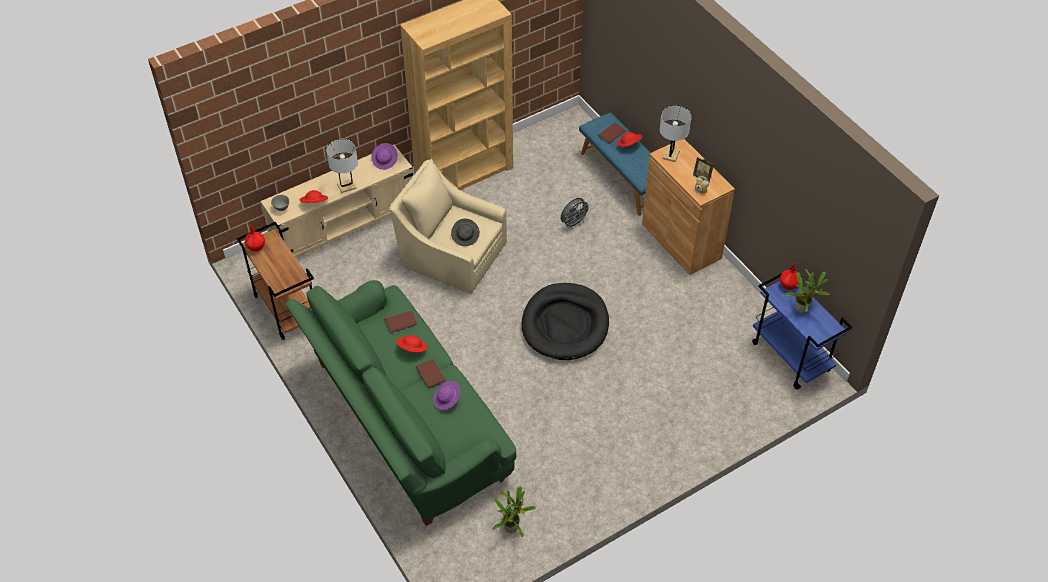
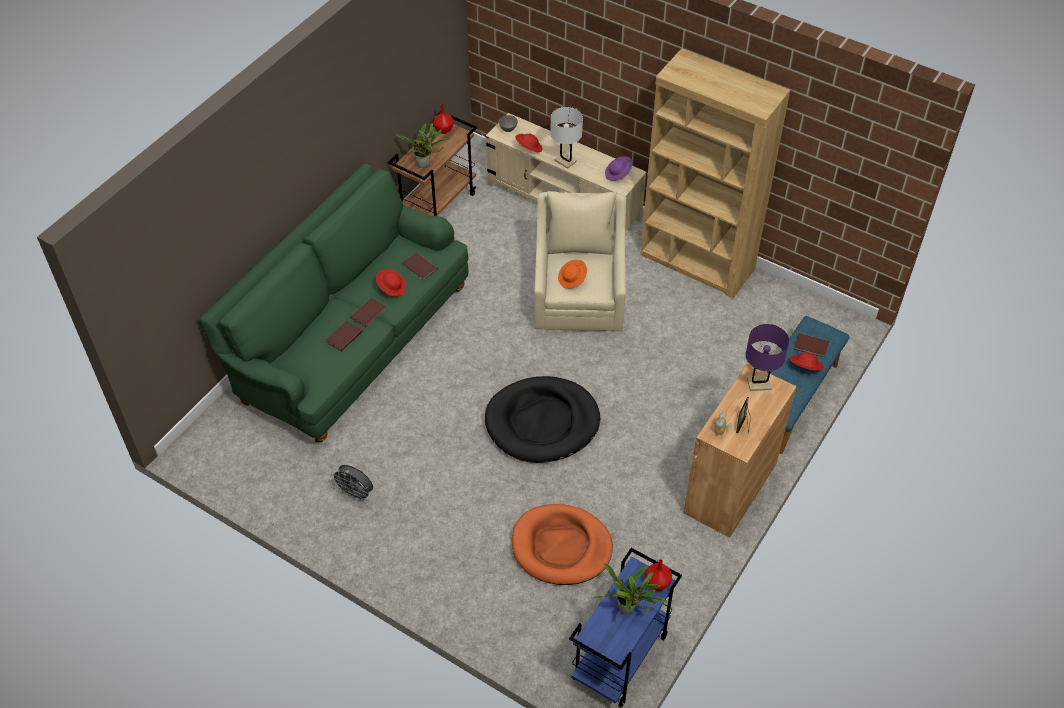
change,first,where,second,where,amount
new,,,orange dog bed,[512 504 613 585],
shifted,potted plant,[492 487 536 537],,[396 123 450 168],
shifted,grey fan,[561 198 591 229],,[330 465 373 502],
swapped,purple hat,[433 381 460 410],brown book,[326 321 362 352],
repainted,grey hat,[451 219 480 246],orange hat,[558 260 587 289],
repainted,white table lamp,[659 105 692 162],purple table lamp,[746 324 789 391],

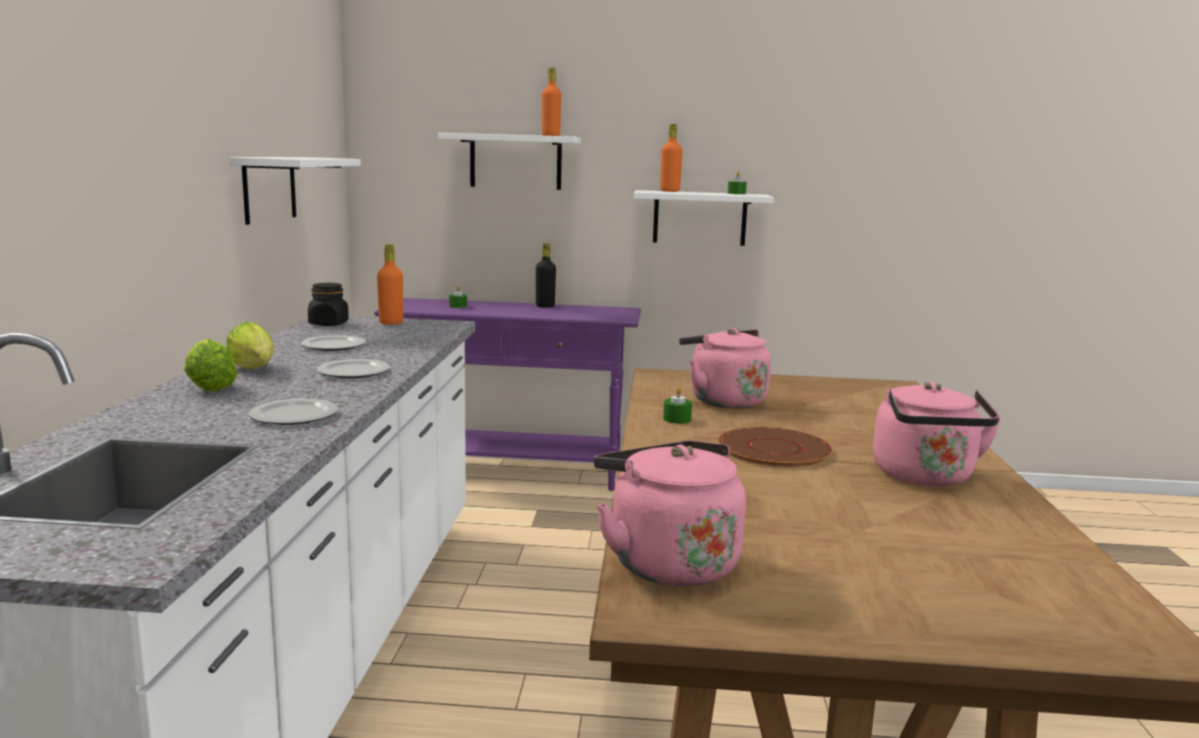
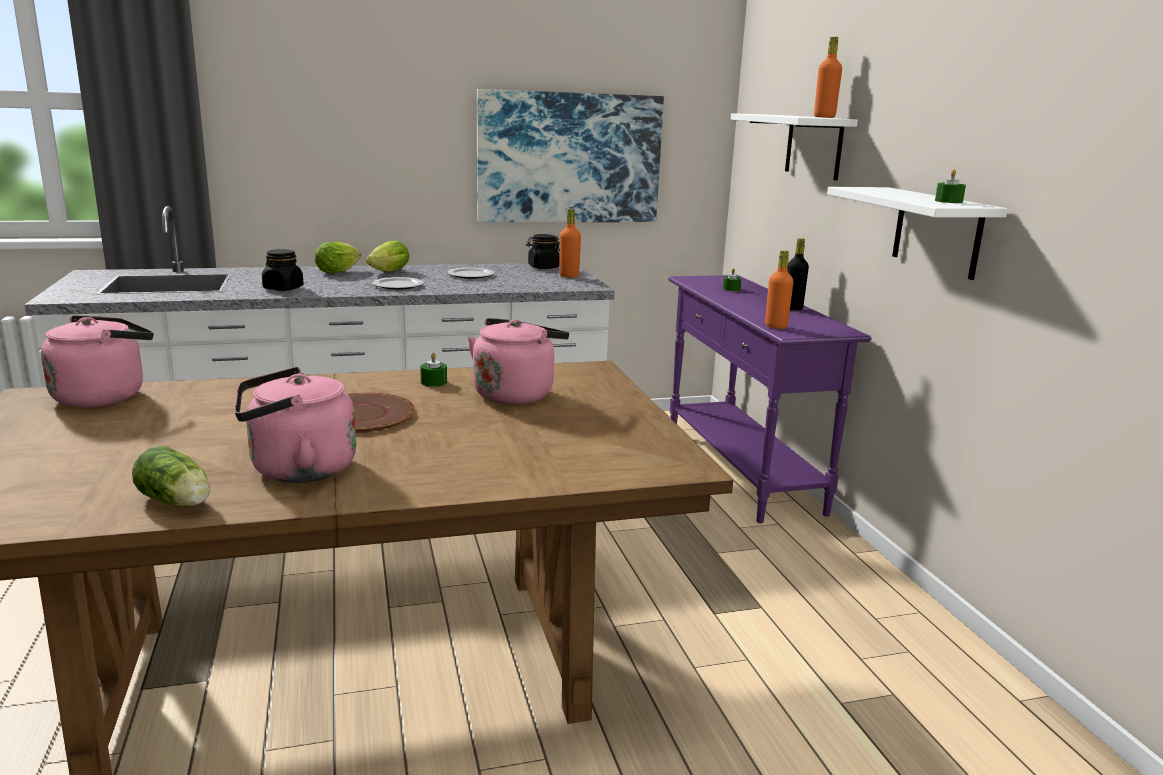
change,first,where,second,where,amount
new,,,lettuce,[132 446 210 507],
shifted,orange bottle,[660 124 683 192],,[765 250 793 329],
swapped,white shelf,[229 157 361 225],picture,[477 89 664 222],
swapped,plate,[249 399 338 425],black jar,[262 249 303 291],

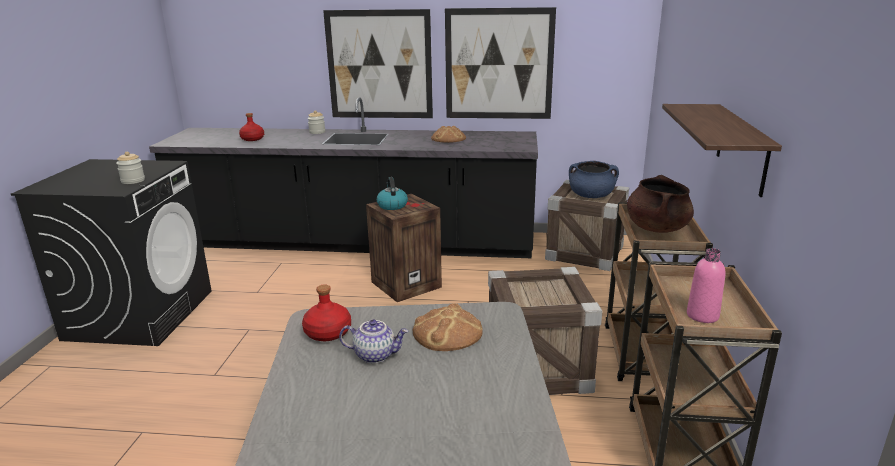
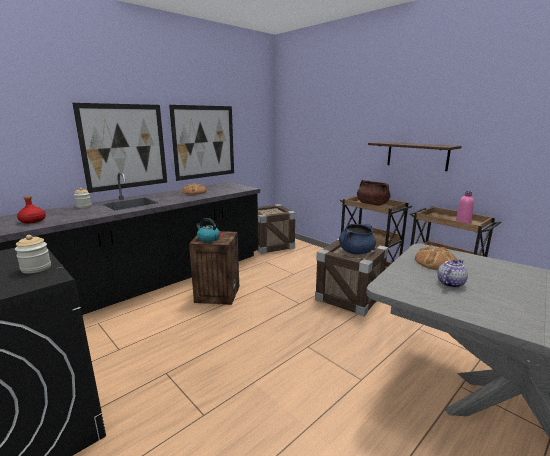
change,first,where,second,where,amount
gone,red bottle,[302 284 351 341],,,
shifted,blue cooking pot,[569 161 619 198],,[339 224 376 255],

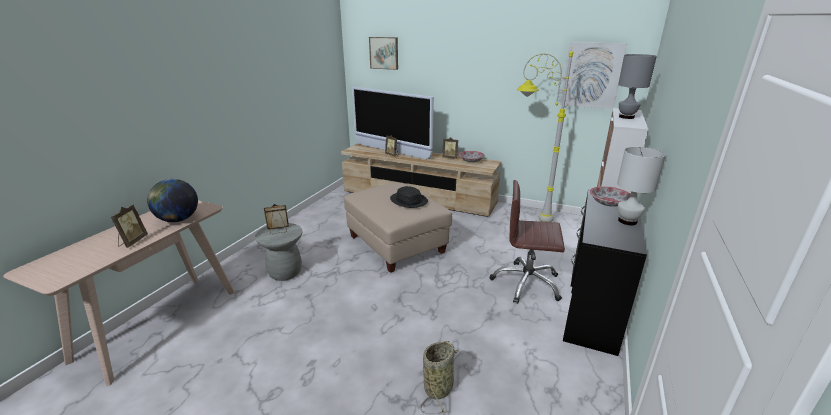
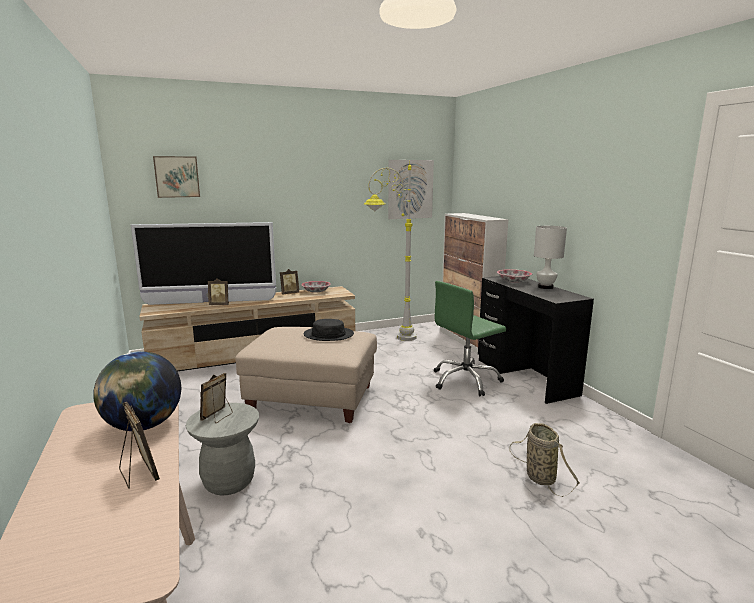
change,first,where,second,where,amount
gone,grey table lamp,[618 54 657 119],,,
repainted,brown office chair,[490 180 565 304],green office chair,[434 281 506 396],

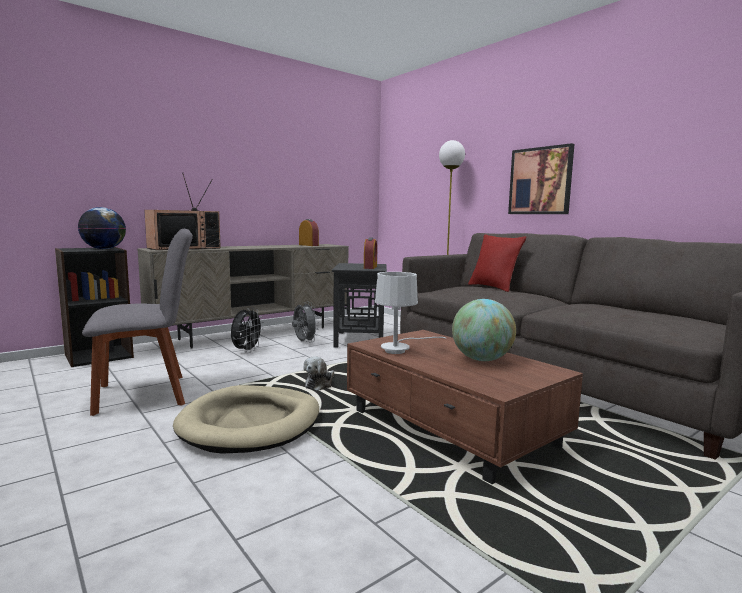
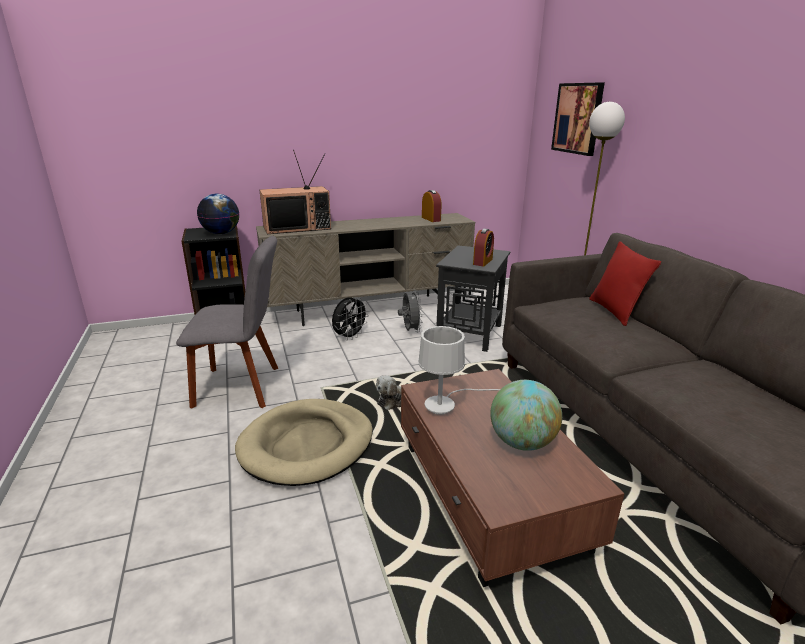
change,first,where,second,where,amount
shifted,picture,[508 143 574 214],,[551 82 605 156],

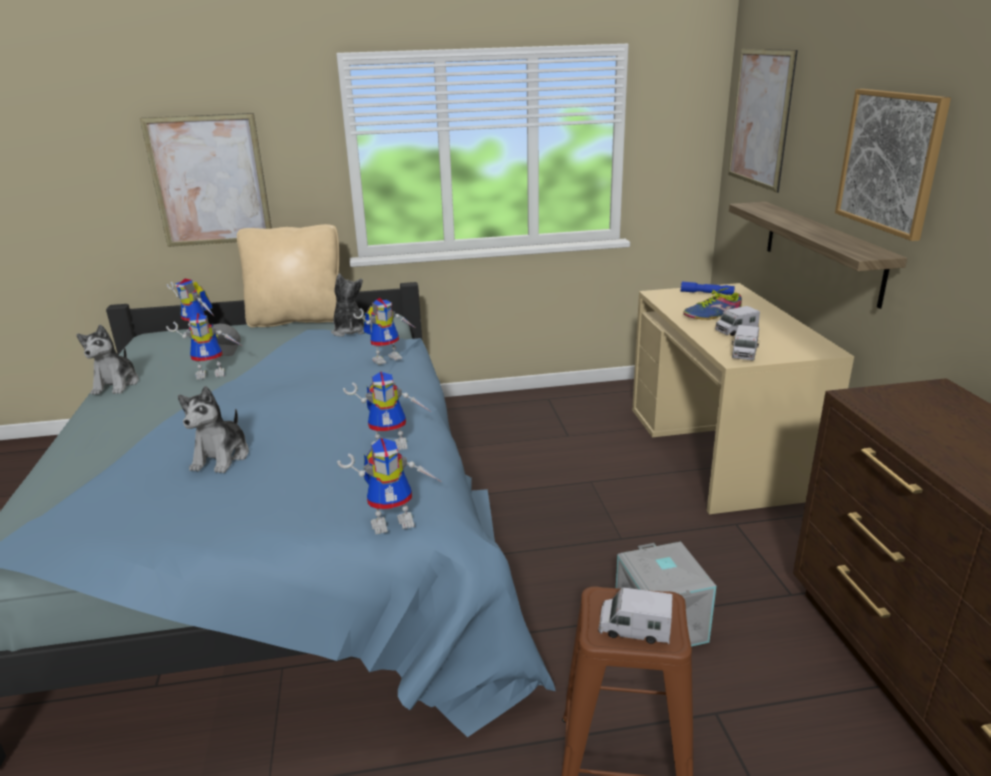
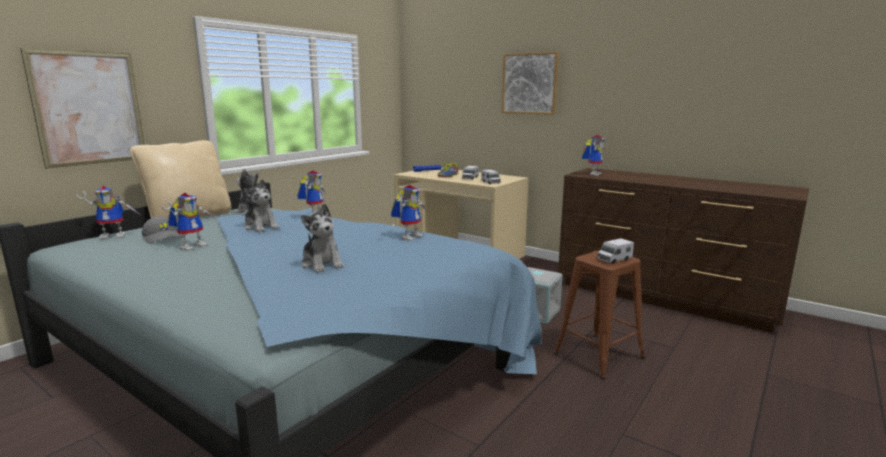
change,first,where,second,where,amount
gone,picture,[728 49 798 193],,,
gone,shelf,[729 202 907 309],,,
shifted,plush toy,[76 324 139 395],,[244 179 280 232],
shifted,toy robot,[337 438 440 534],,[582 135 605 176],

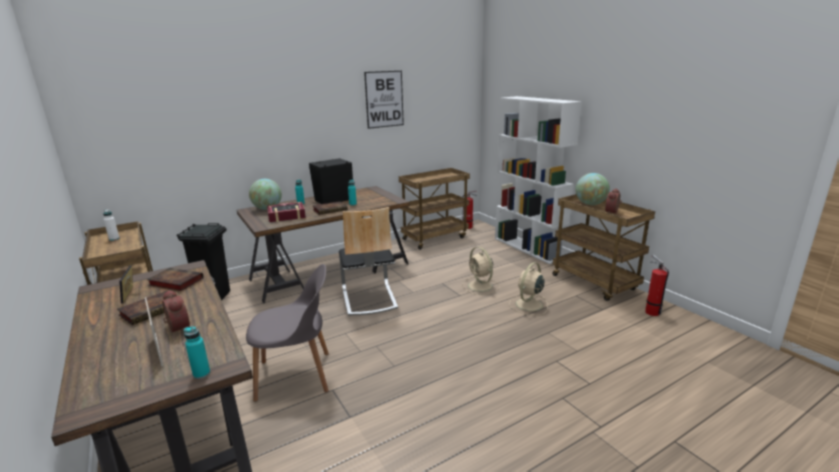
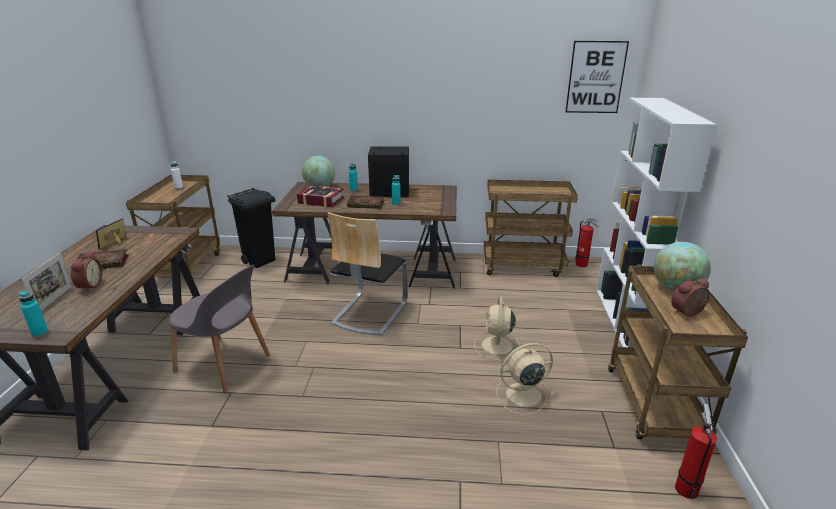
change,first,where,second,where,amount
gone,book,[147 268 204 291],,,
shifted,picture,[364 71 404 129],,[565 41 629 113],

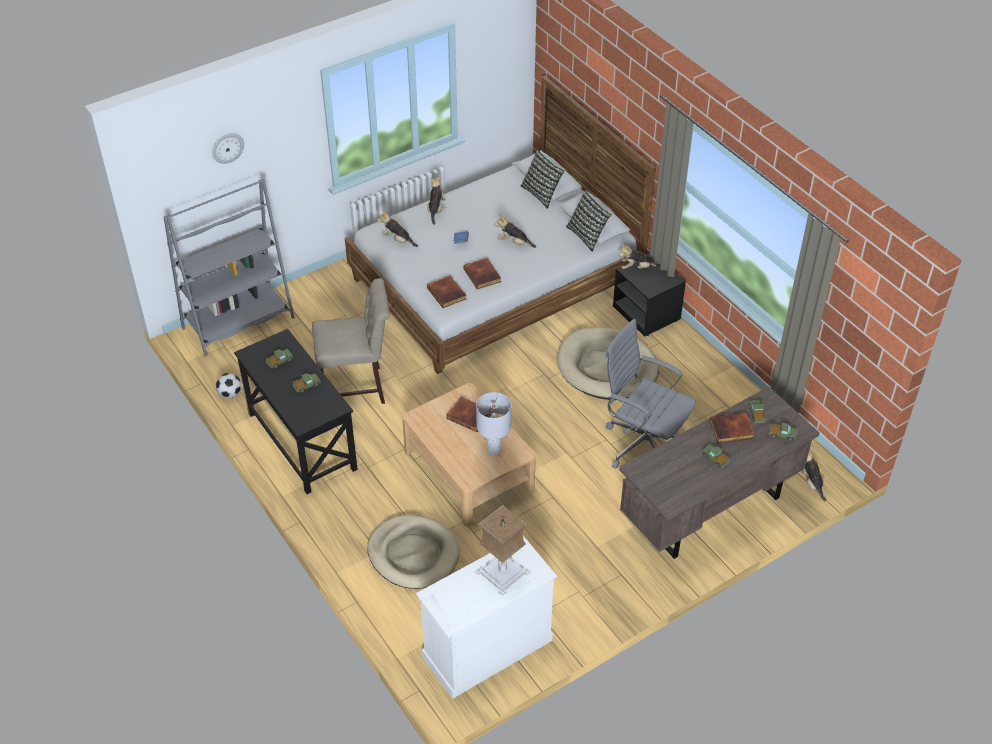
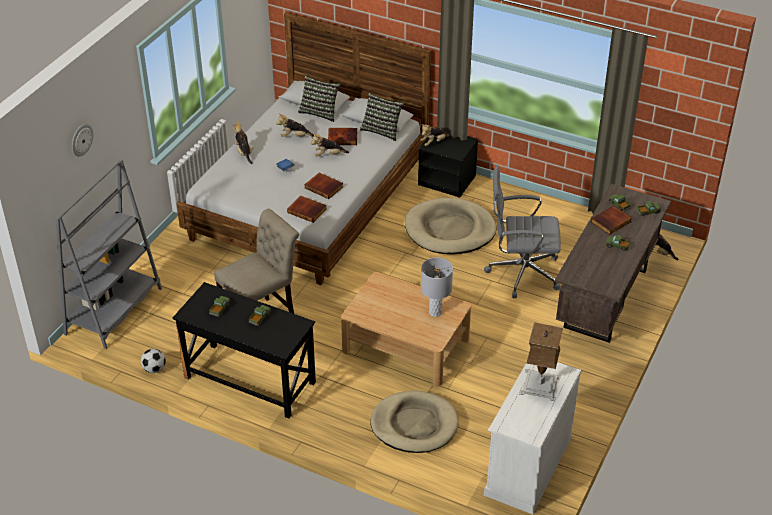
change,first,where,second,where,amount
shifted,plush toy,[377 210 418 247],,[276 113 314 137],
shifted,book,[446 397 492 432],,[328 128 357 145],

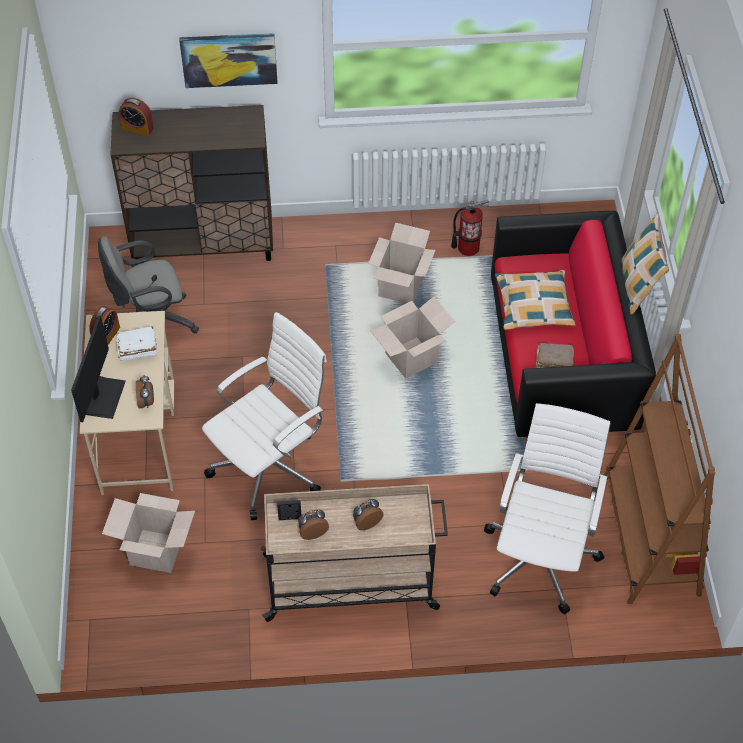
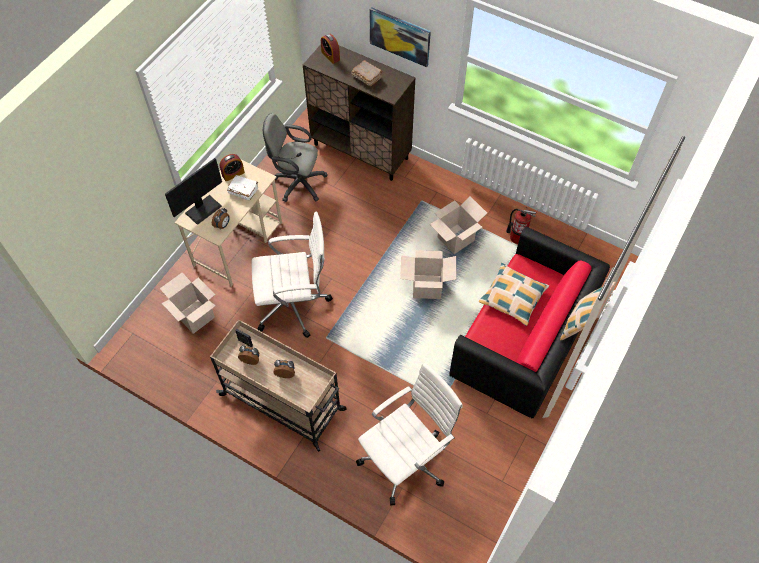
change,first,where,second,where,amount
gone,brown bookcase,[604 334 715 604],,,
shifted,brown book,[535 343 574 368],,[352 60 383 86],

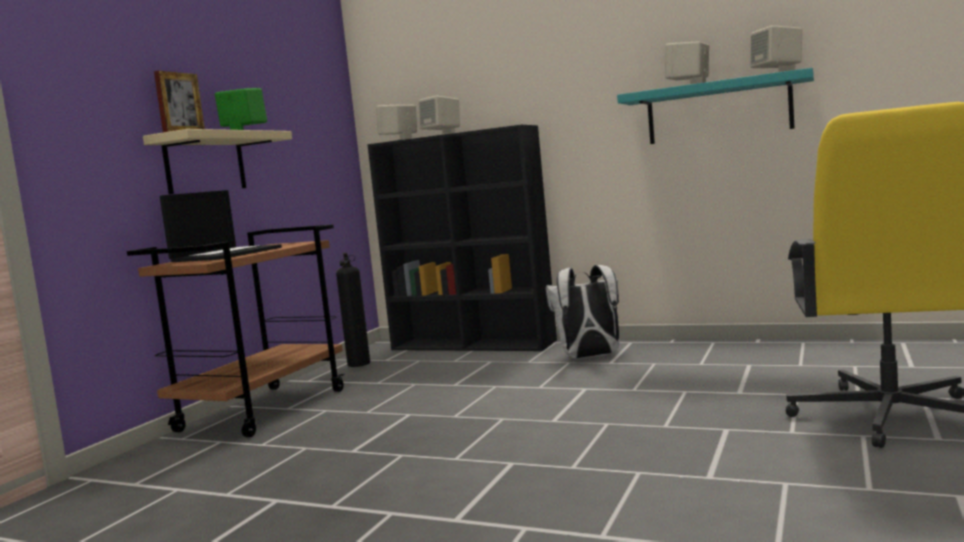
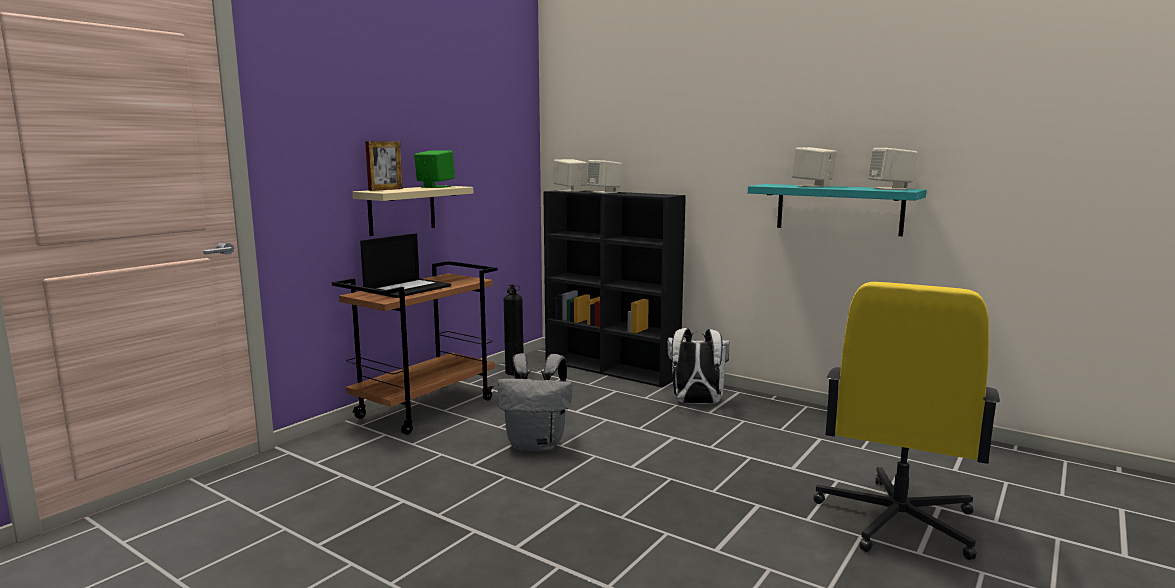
change,first,where,second,where,amount
new,,,grey backpack,[498 353 572 451],

